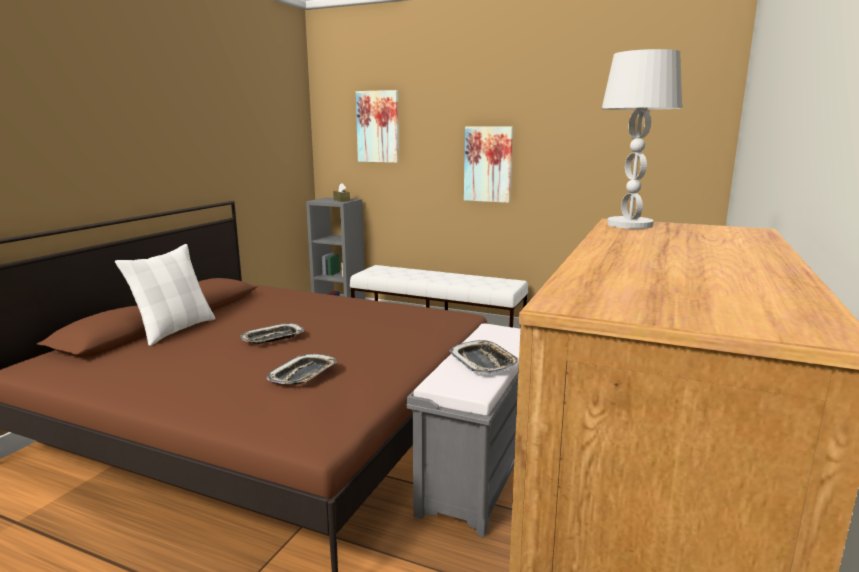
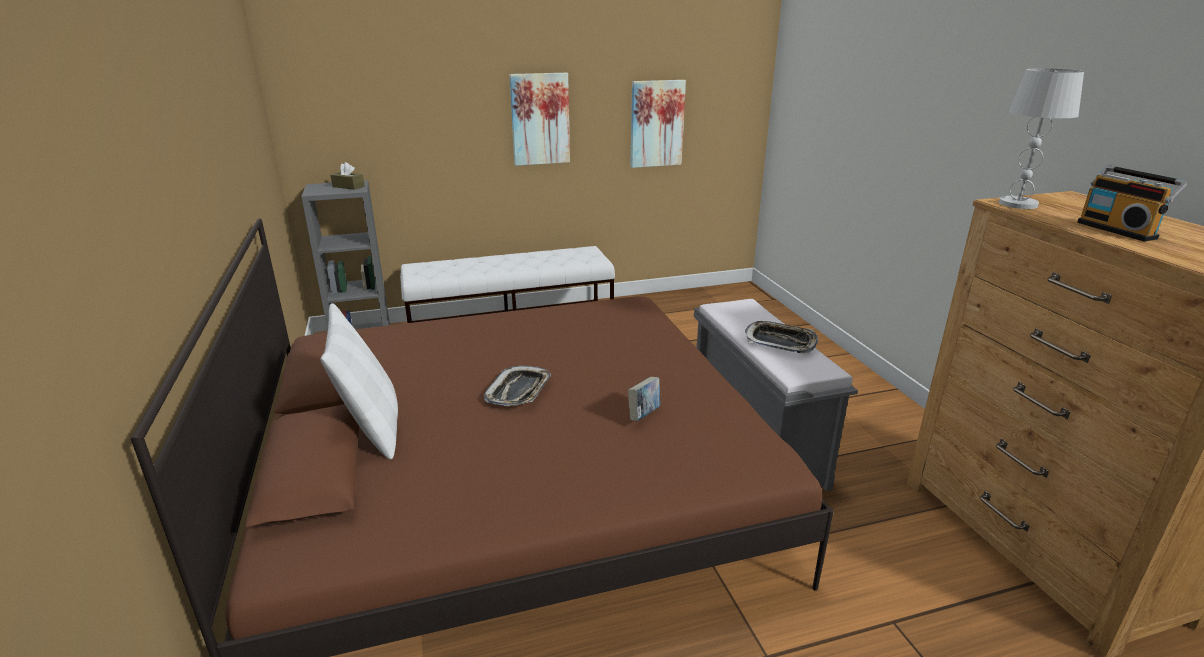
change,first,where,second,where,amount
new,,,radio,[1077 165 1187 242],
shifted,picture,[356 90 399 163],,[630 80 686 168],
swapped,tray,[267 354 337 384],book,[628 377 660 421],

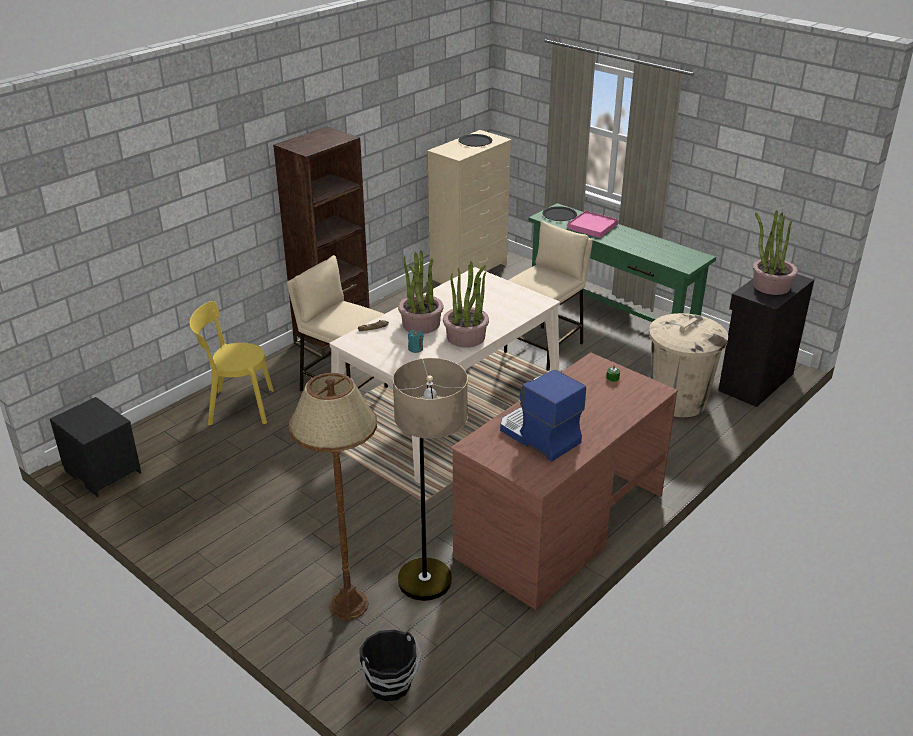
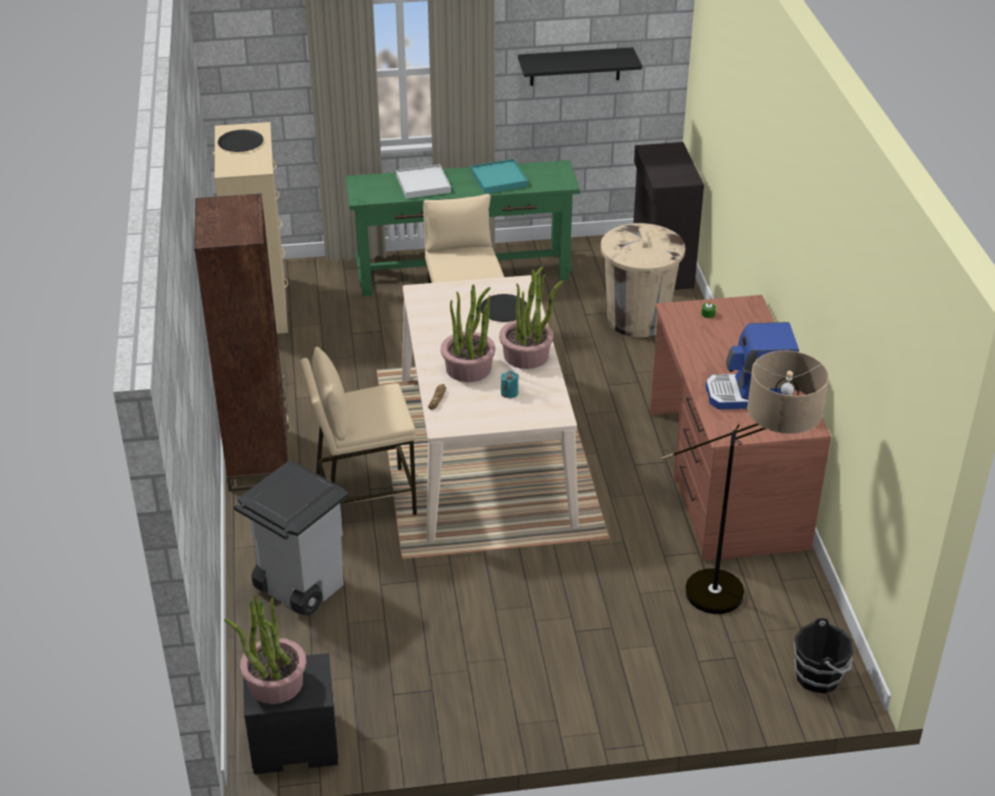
change,first,where,second,where,amount
gone,brown floor lamp,[289 373 377 620],,,
new,,,turquoise tray,[471 159 528 194],
new,,,black shelf,[518 47 642 86],
shifted,black plate,[542 206 577 221],,[481 294 527 322],
shifted,potted plant,[753 210 798 295],,[224 593 306 704],
swapped,yellow chair,[189 301 274 425],grey trash can,[233 461 348 616],
repainted,pink tray,[567 211 618 238],white tray,[396 164 451 199],

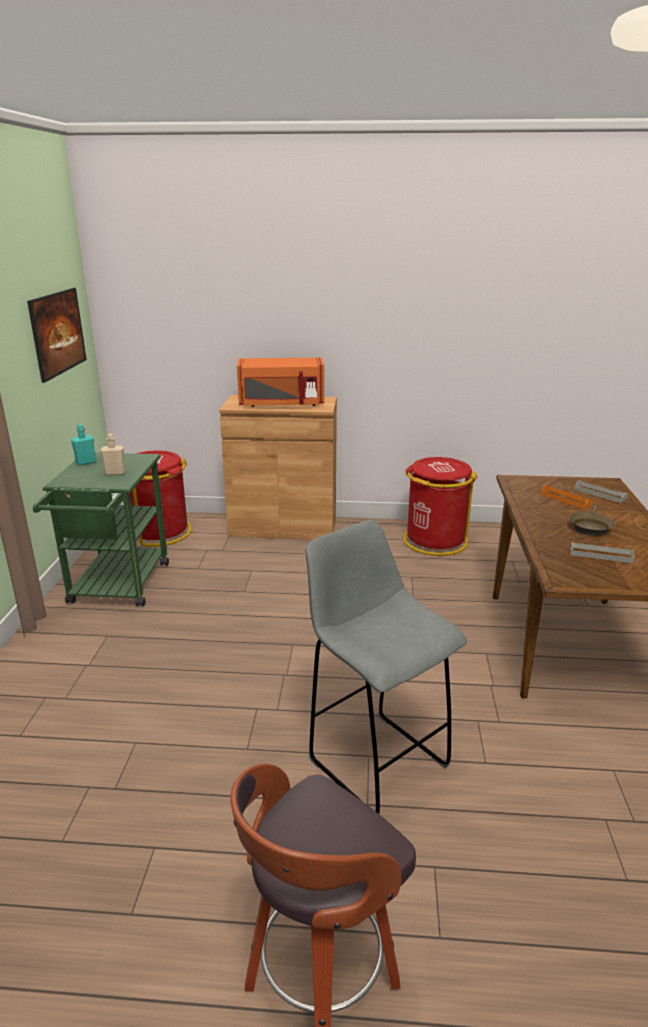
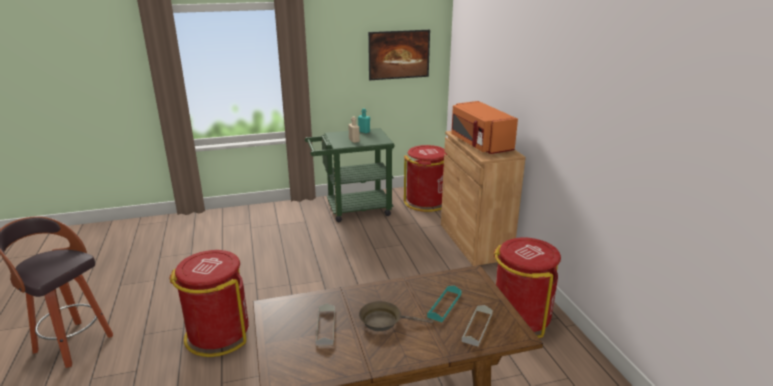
change,first,where,second,where,amount
swapped,grey stool,[306 520 467 815],red trash can,[170 250 249 357],
repainted,orange tray,[540 485 593 509],turquoise tray,[427 286 462 322],

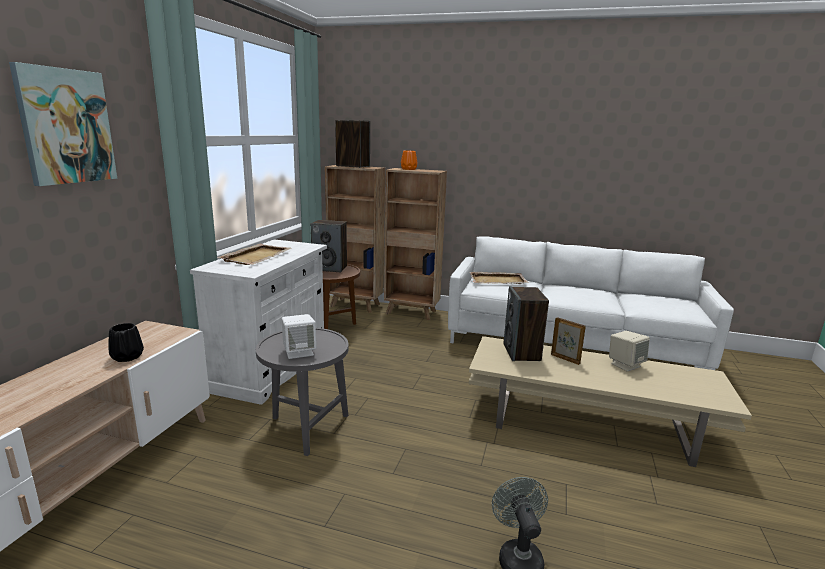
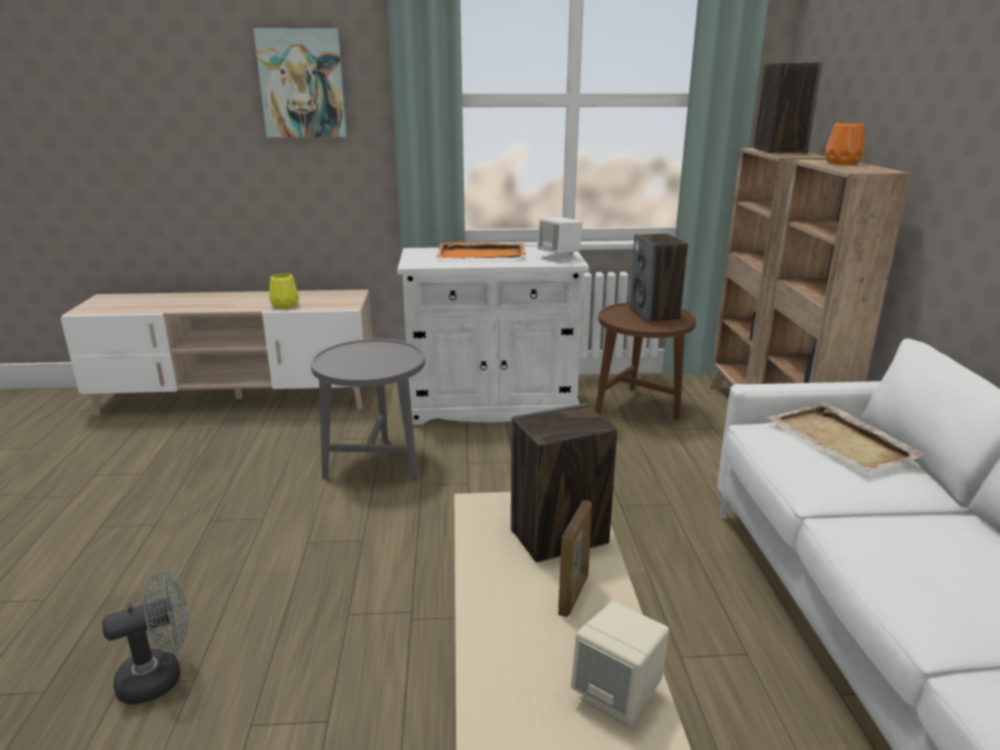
change,first,where,second,where,amount
shifted,white speaker,[282 314 317 359],,[537 217 583 262],
repainted,black vase,[109 323 144 362],yellow vase,[269 273 299 309],
repainted,beige tray,[217 244 291 265],orange tray,[437 242 526 258],

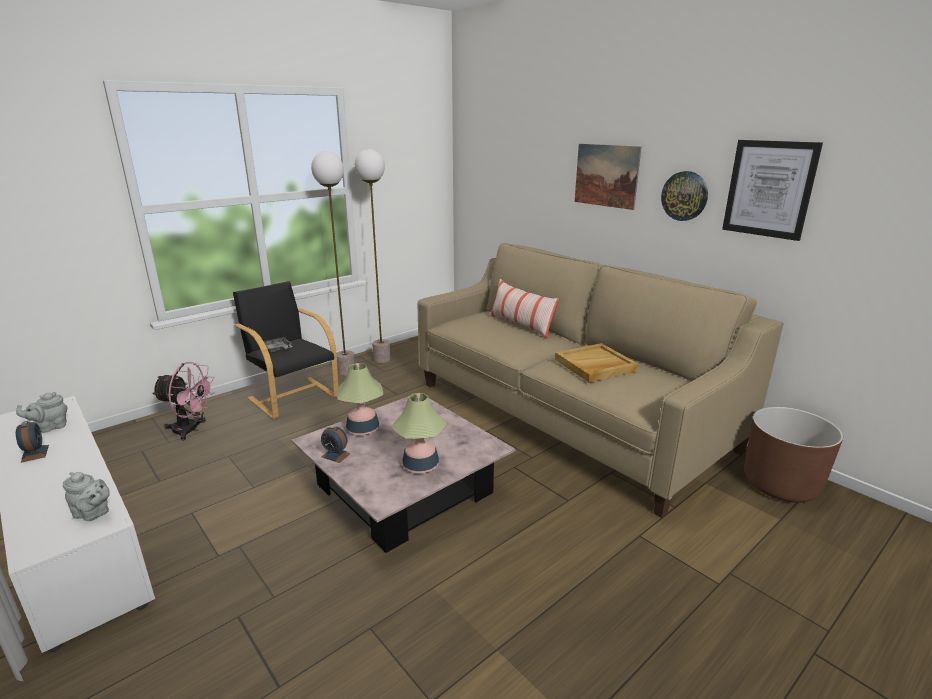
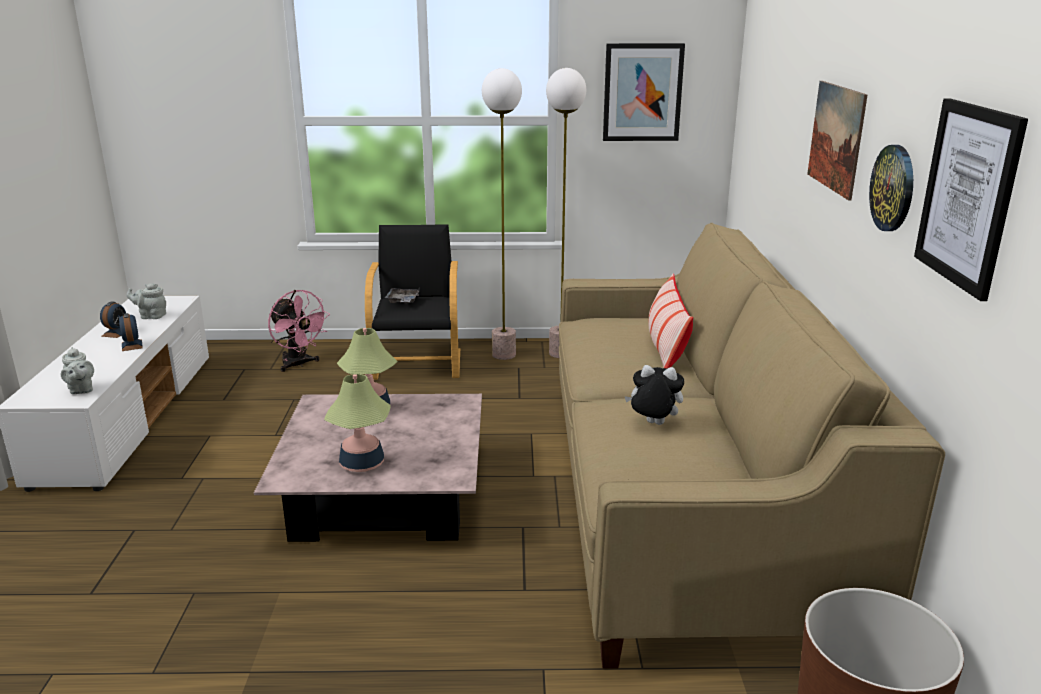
change,first,where,second,where,amount
new,,,picture,[603 43 685 141],
shifted,alarm clock,[321 426 351 463],,[119 313 143 351],
swapped,beige tray,[555 343 639 382],plush toy,[624 365 684 425],

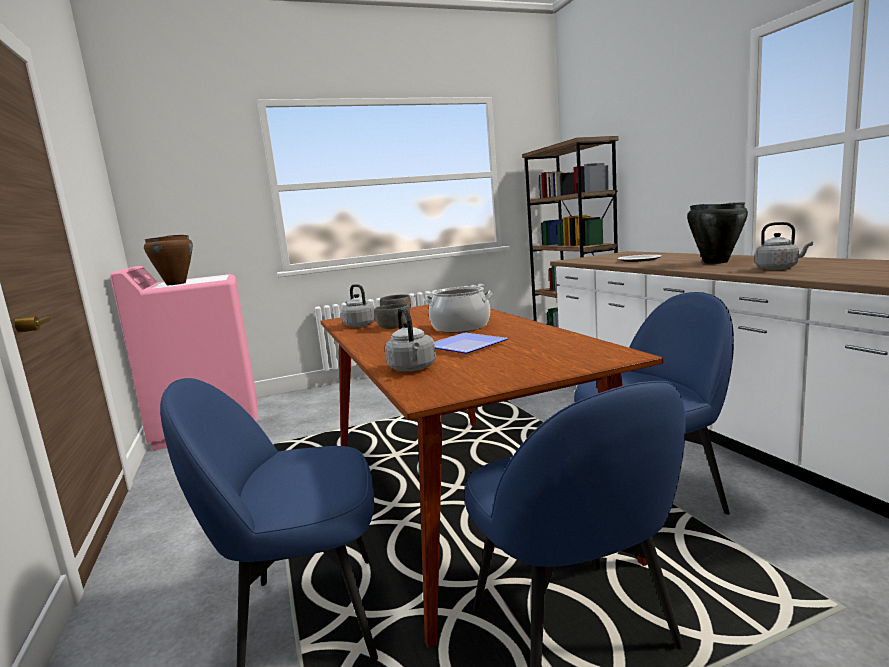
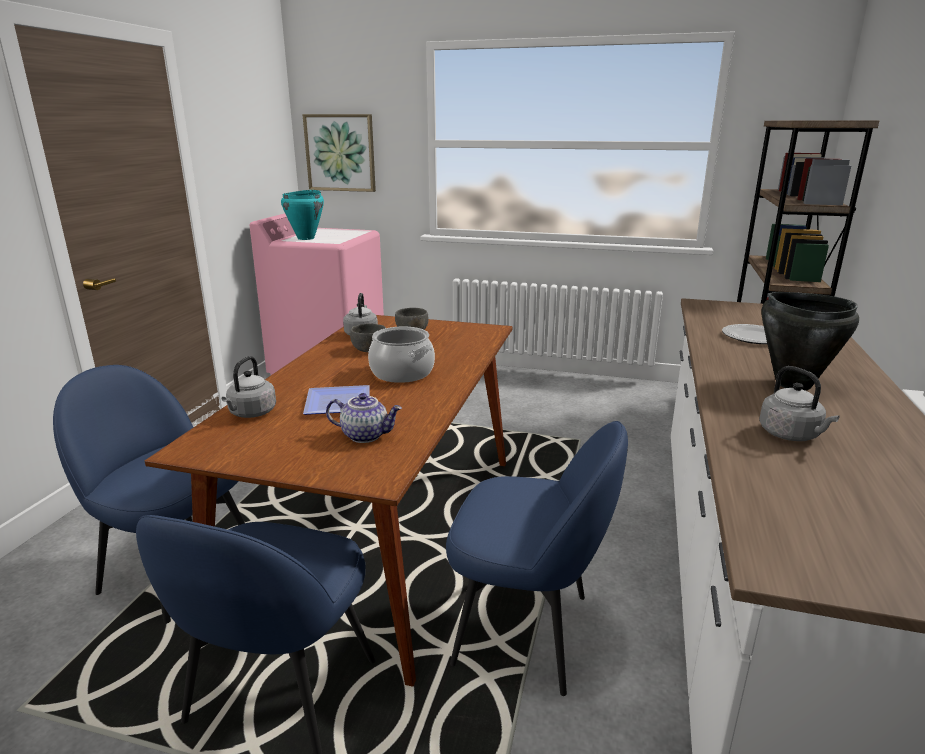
change,first,where,second,where,amount
new,,,picture,[303 114 376 192],
new,,,teapot,[326 393 402 443],
repainted,brown cooking pot,[144 235 193 285],turquoise cooking pot,[281 190 324 240],

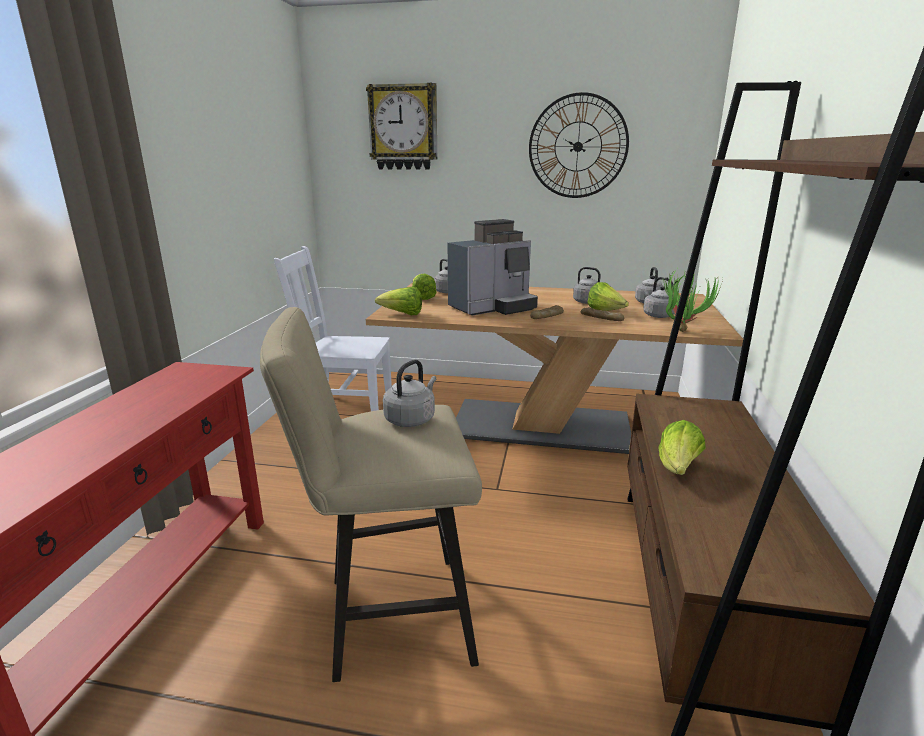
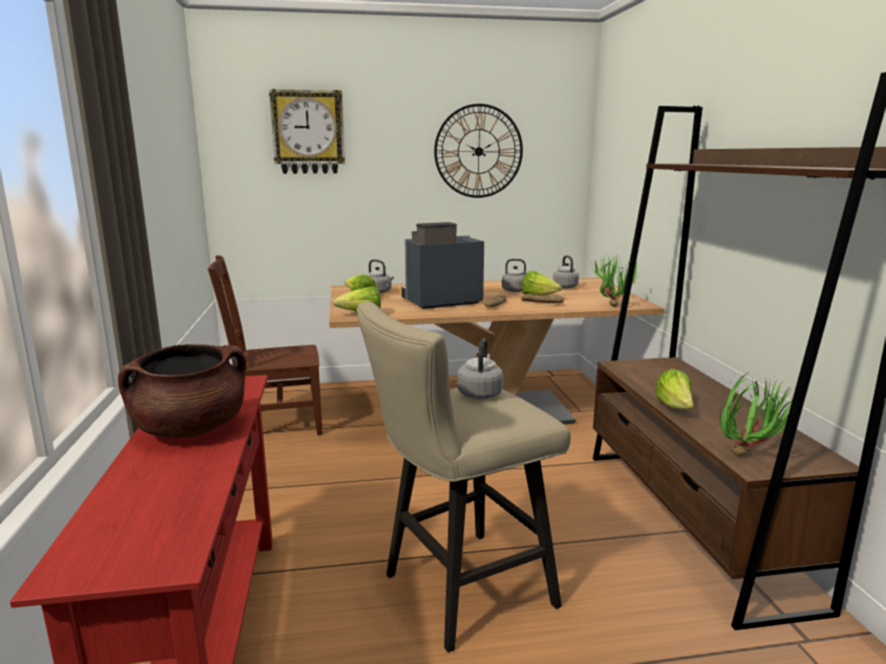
change,first,where,second,where,amount
gone,grey kettle,[643 277 675 318],,,
new,,,brown cooking pot,[118 344 246 438],
new,,,potted plant,[720 372 793 456],
repainted,white chair,[274 246 392 411],brown chair,[208 255 323 435],
rotated,coffee machine,[448 219 538 316],,[401 222 484 309],150 degrees counterclockwise

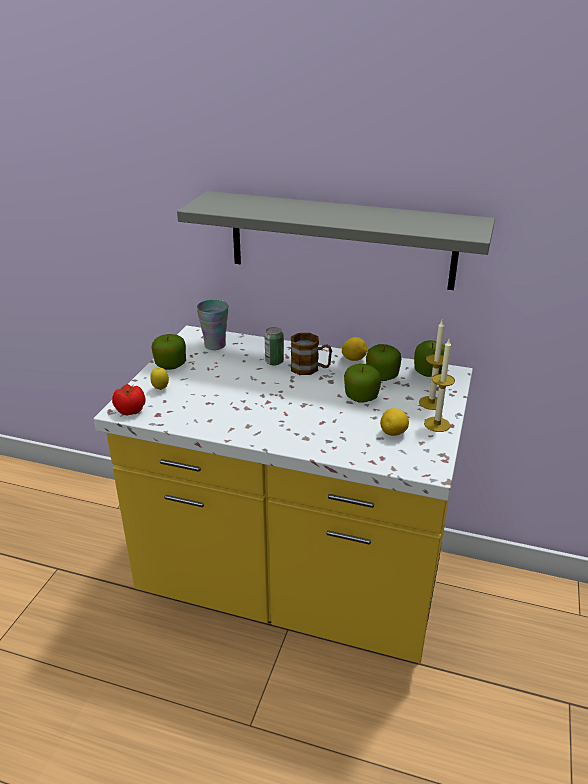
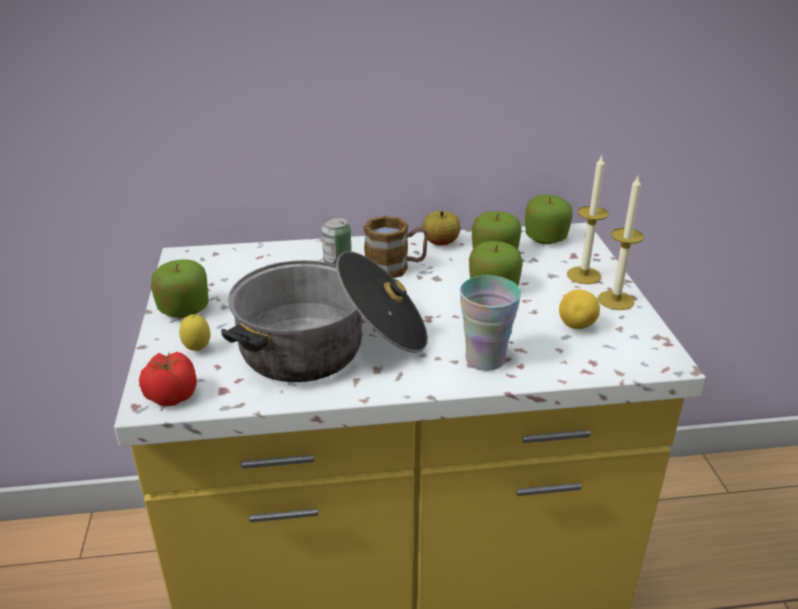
change,first,where,second,where,amount
gone,grey shelf,[177 191 495 290],,,
new,,,cooking pot,[221 251 428 382],
shifted,cup,[196 300 228 350],,[460 275 521 371],
swapped,lemon,[342 337 367 361],apple,[422 211 461 246],

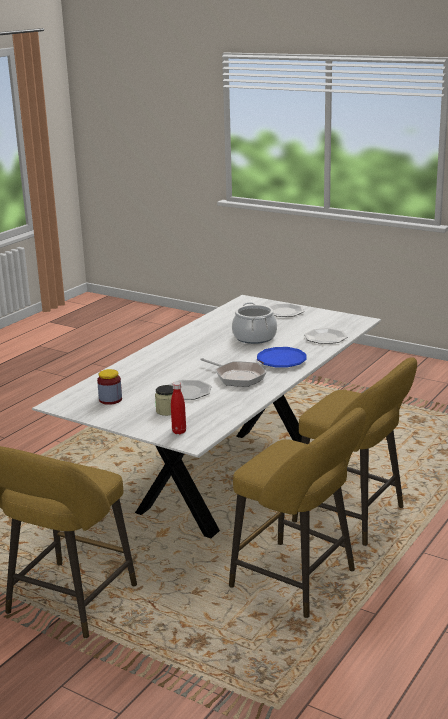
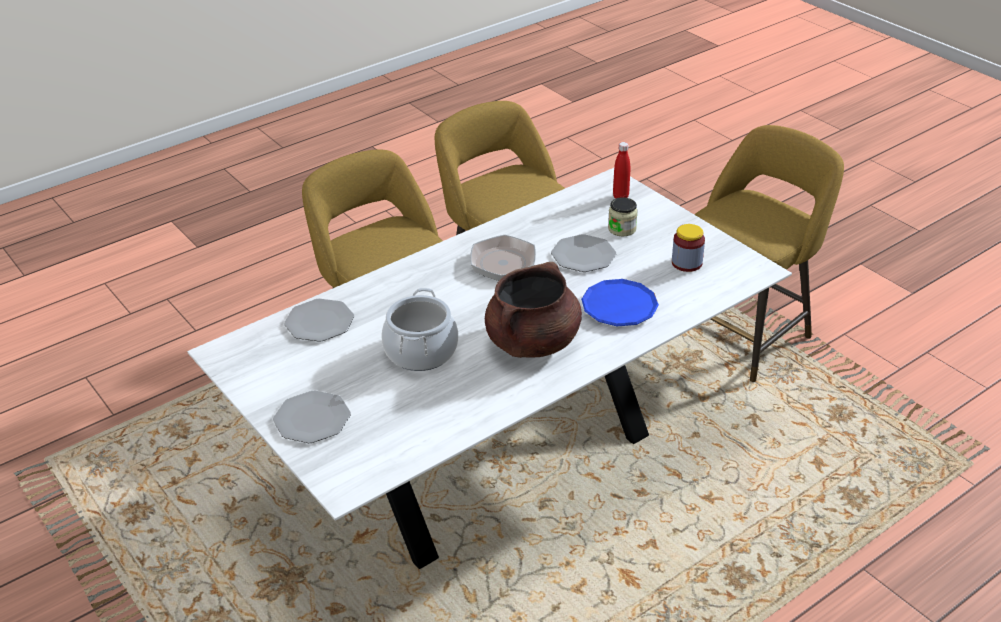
change,first,where,second,where,amount
new,,,brown cooking pot,[485 262 582 358],
shifted,blue plate,[257 347 307 367],,[581 279 659 326],

